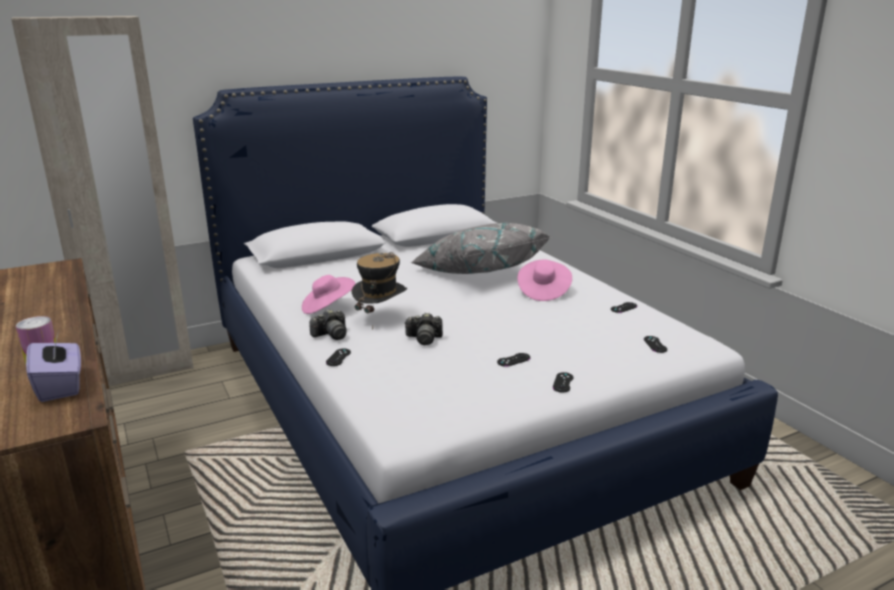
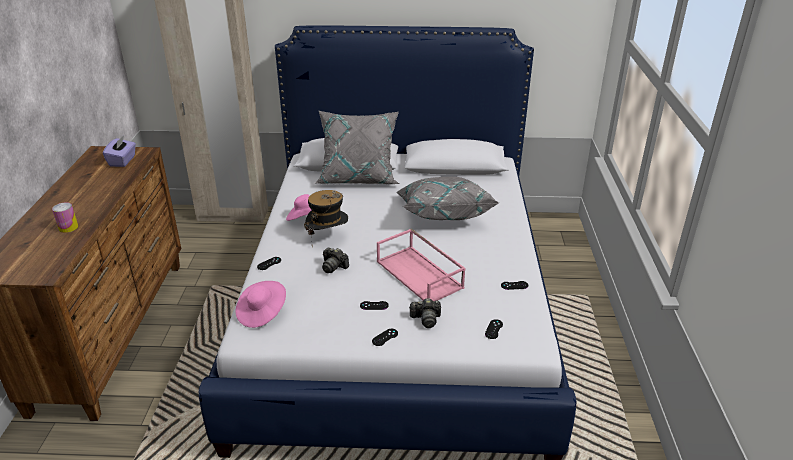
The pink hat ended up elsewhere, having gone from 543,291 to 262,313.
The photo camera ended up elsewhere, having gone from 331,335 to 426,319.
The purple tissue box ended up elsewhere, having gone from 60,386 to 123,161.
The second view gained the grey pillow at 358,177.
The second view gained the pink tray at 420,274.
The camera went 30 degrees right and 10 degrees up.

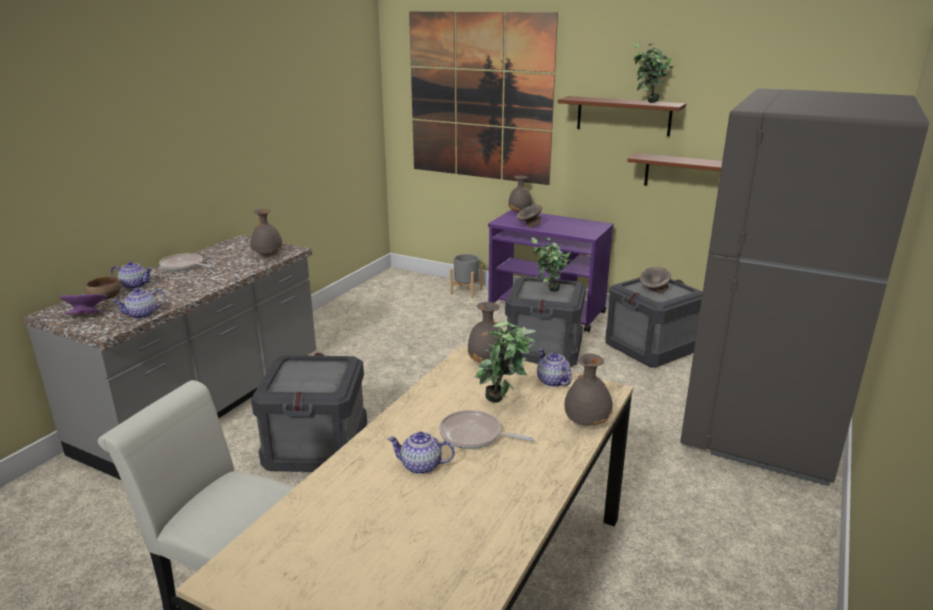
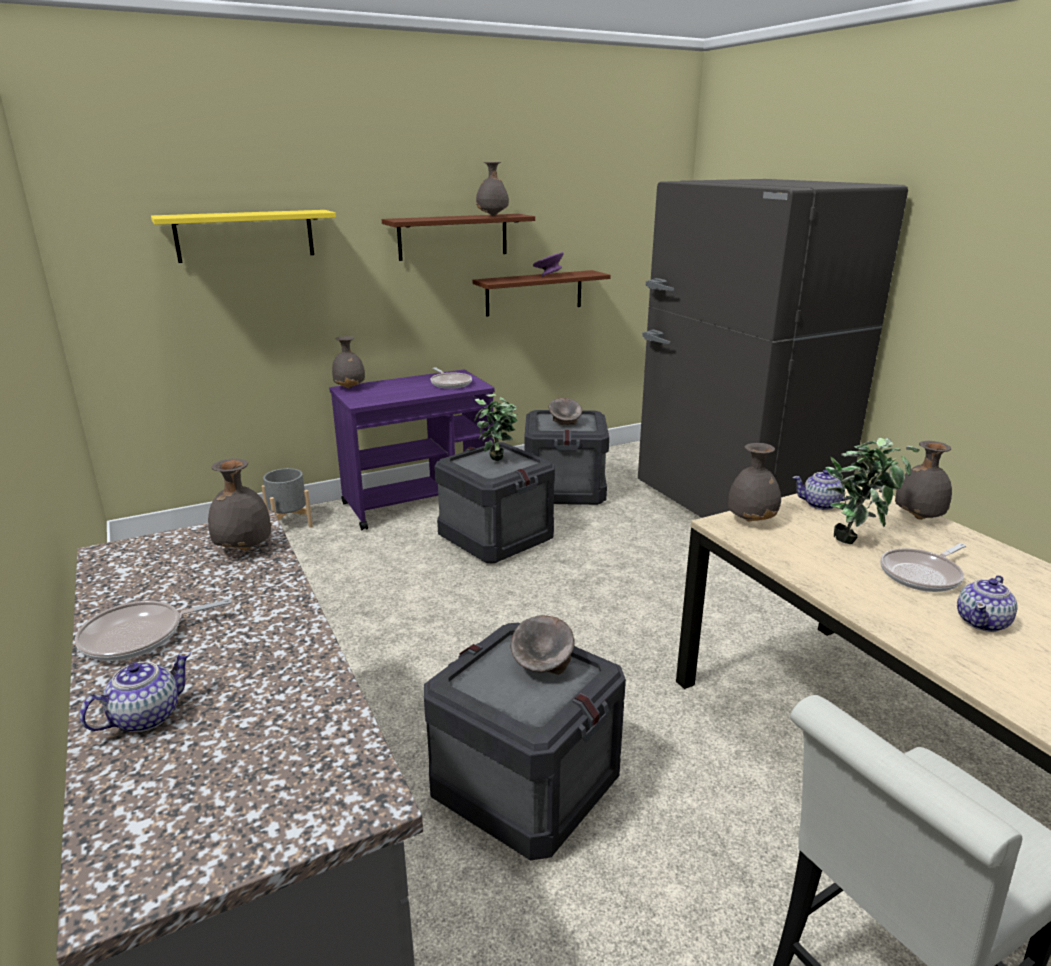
Where the picture hung at 479,98, the yellow shelf came to hang at 245,235.
Where the potted plant stood at 648,103, the grey vase came to stand at 492,216.
The grey bowl ended up elsewhere, having gone from 529,225 to 543,668.
The second view lost the brown bowl at 105,298.
The second view lost the teapot at 143,314.
The purple bowl ended up elsewhere, having gone from 87,315 to 548,275.
The second view gained the frying pan at 450,383.
The camera went 55 degrees left and 0 degrees up.

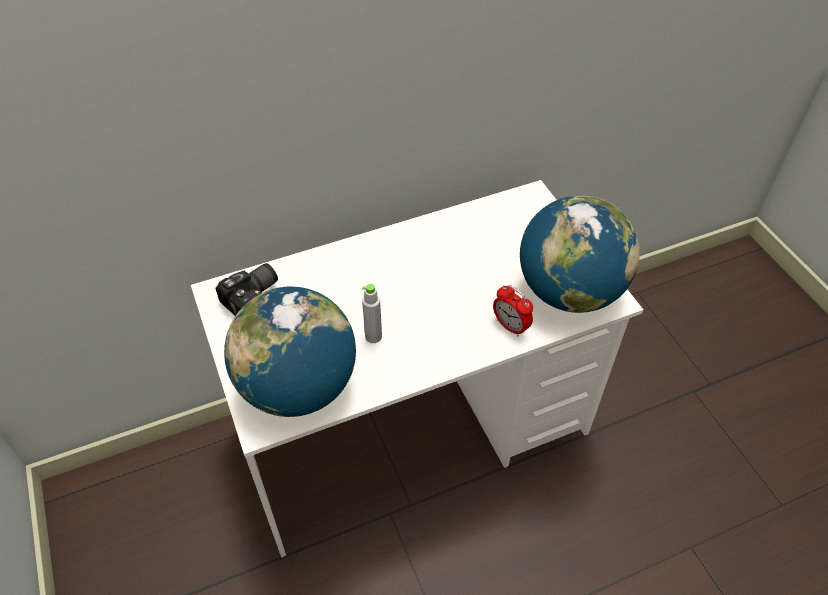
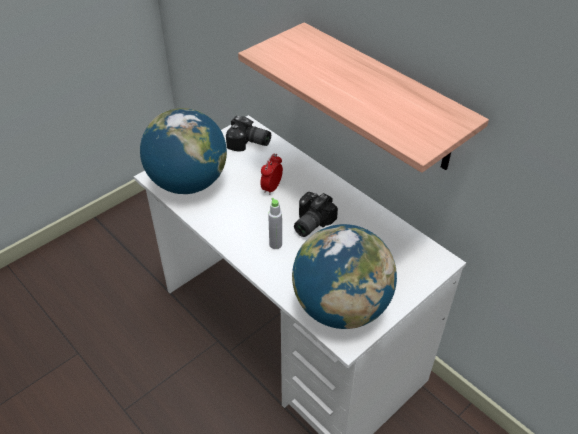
The grey bottle ended up elsewhere, having gone from 373,336 to 275,244.
The alarm clock ended up elsewhere, having gone from 510,326 to 271,188.
The second view gained the shelf at 383,98.
The second view gained the photo camera at 309,223.
The camera went 70 degrees right and 5 degrees down.

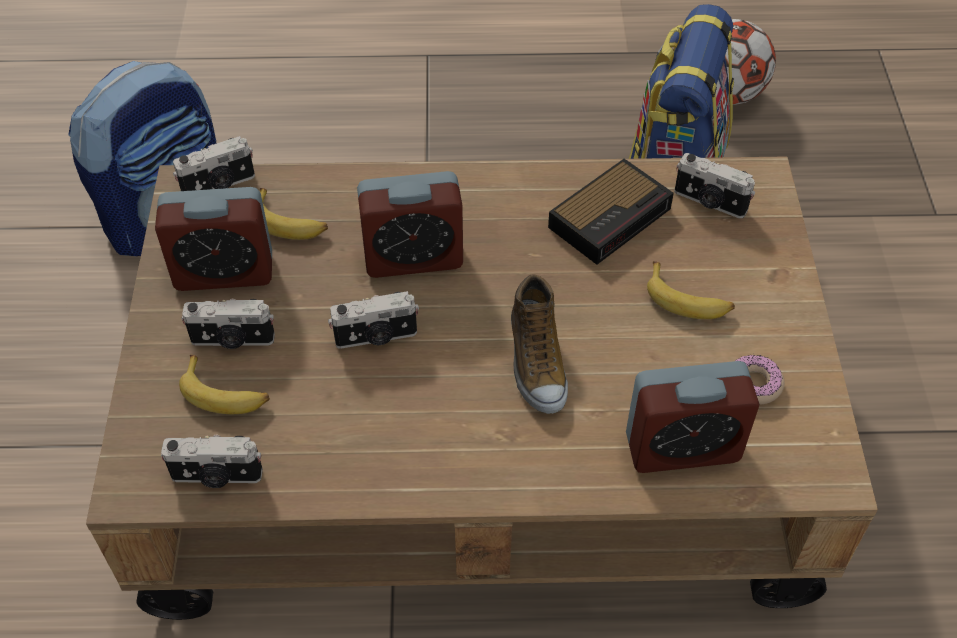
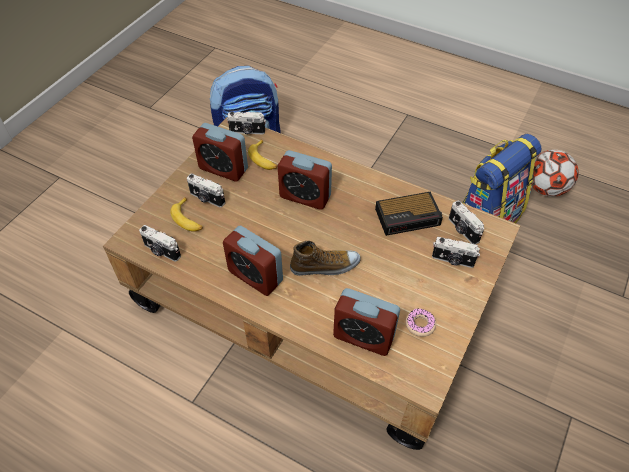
The second view lost the banana at 688,300.
The shoe at 536,362 ended up facing another way, 120 degrees counterclockwise from before.
The photo camera ended up elsewhere, having gone from 376,337 to 452,260.
The second view gained the alarm clock at 255,276.
The camera went 30 degrees right and 0 degrees up.

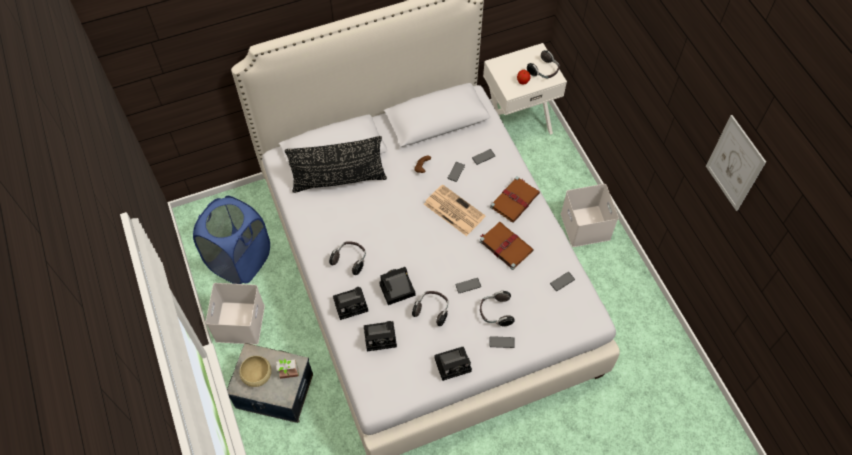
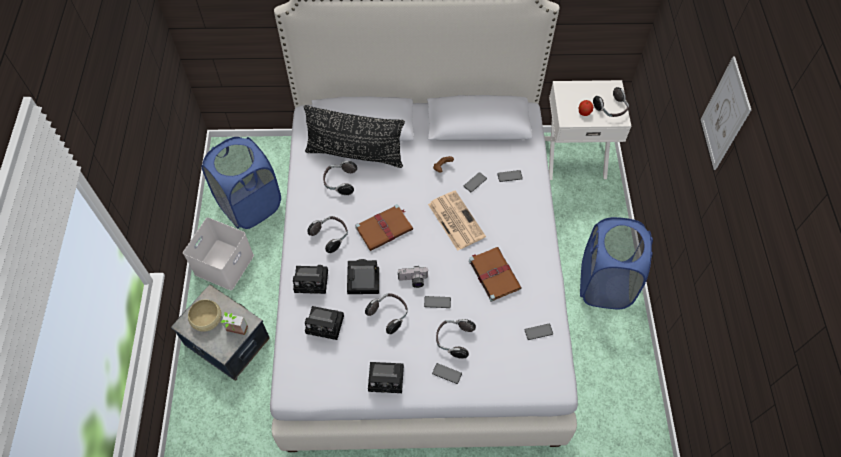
The picture ended up elsewhere, having gone from 735,163 to 725,114.
The brown book ended up elsewhere, having gone from 515,200 to 385,228.
Where the white storage box stood at 586,226, the blue laundry basket came to stand at 604,284.
The second view gained the headphones at 340,182.
The second view gained the photo camera at 413,281.
The camera went 20 degrees right and 0 degrees up.

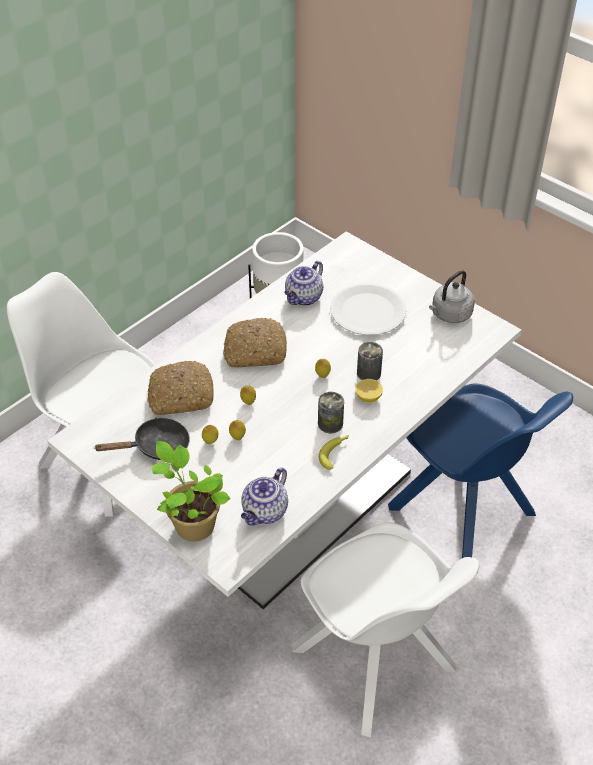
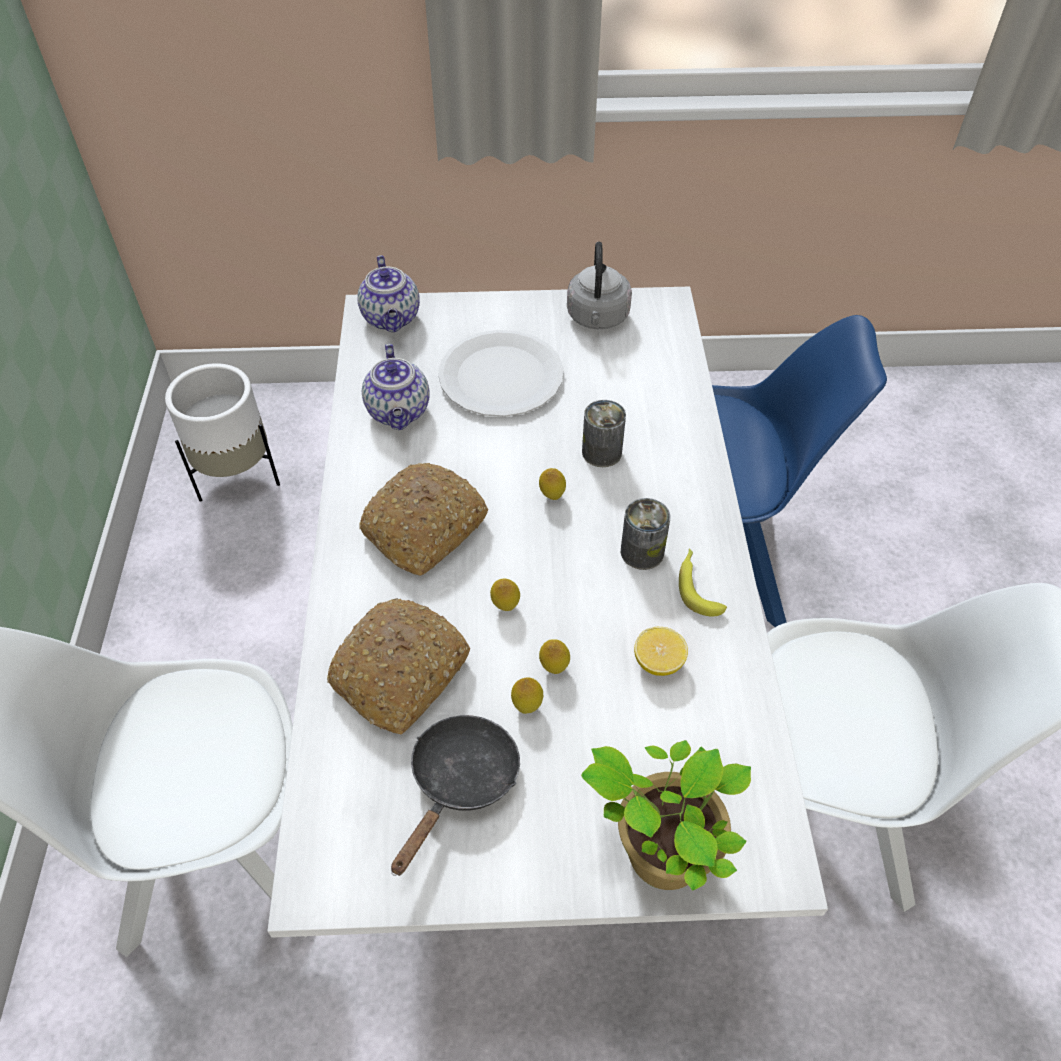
The lemon ended up elsewhere, having gone from 368,397 to 658,662.
The teapot ended up elsewhere, having gone from 265,512 to 392,319.
The camera went 45 degrees left and 5 degrees up.

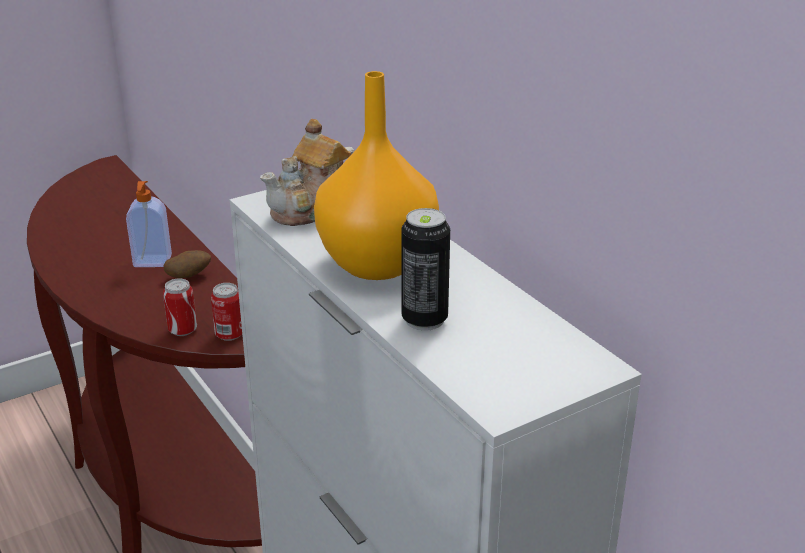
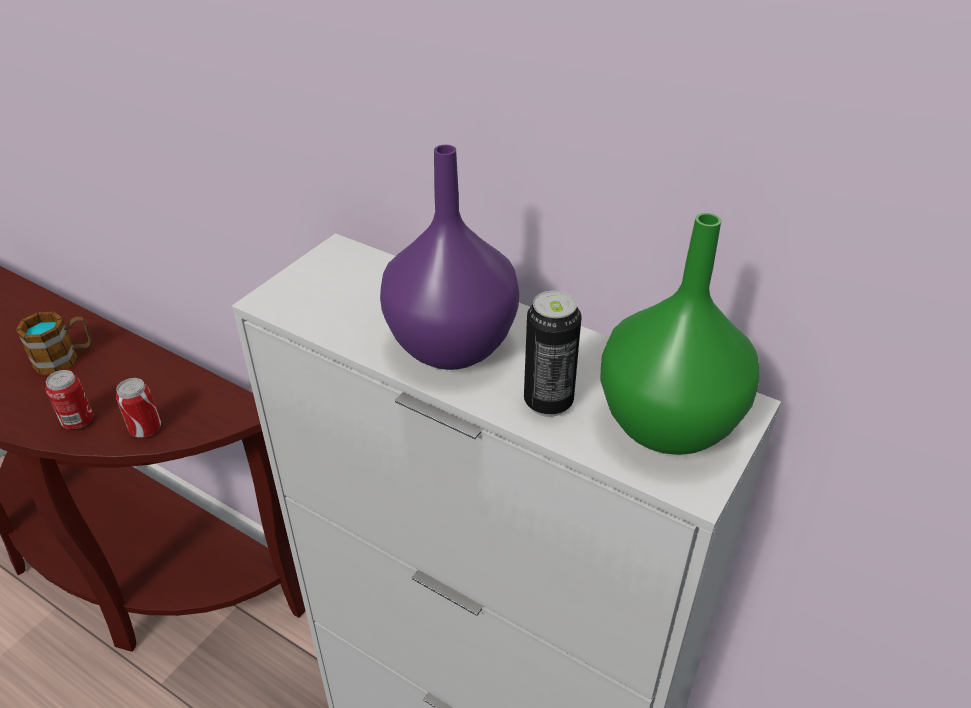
What was the orange vase at 375,265 turned into the purple vase at 451,348.
The second view lost the teapot at 313,210.
Where the soap dispenser stood at 152,262, the mug came to stand at 65,358.
The second view lost the potato at 189,276.
The can ended up elsewhere, having gone from 229,335 to 78,421.
The second view gained the green vase at 669,423.
The camera went 25 degrees left and 10 degrees up.

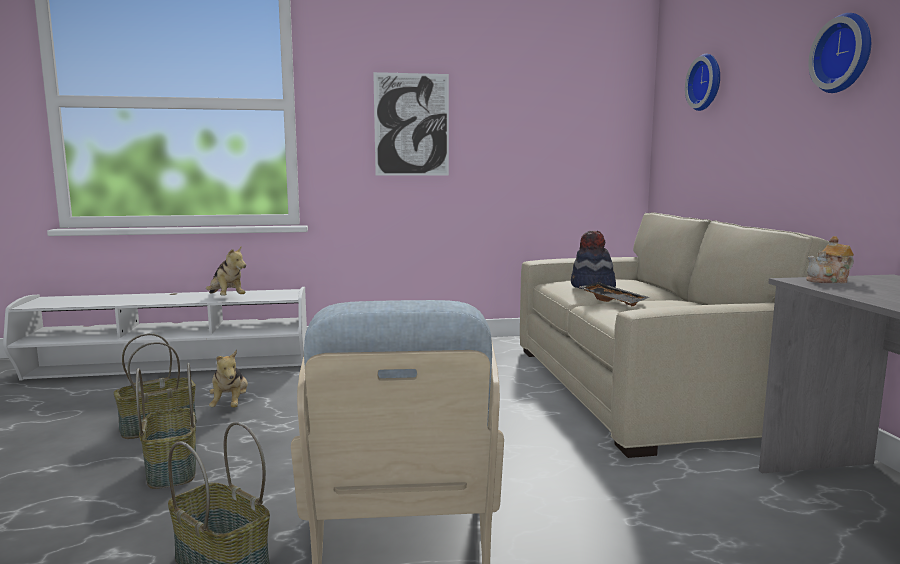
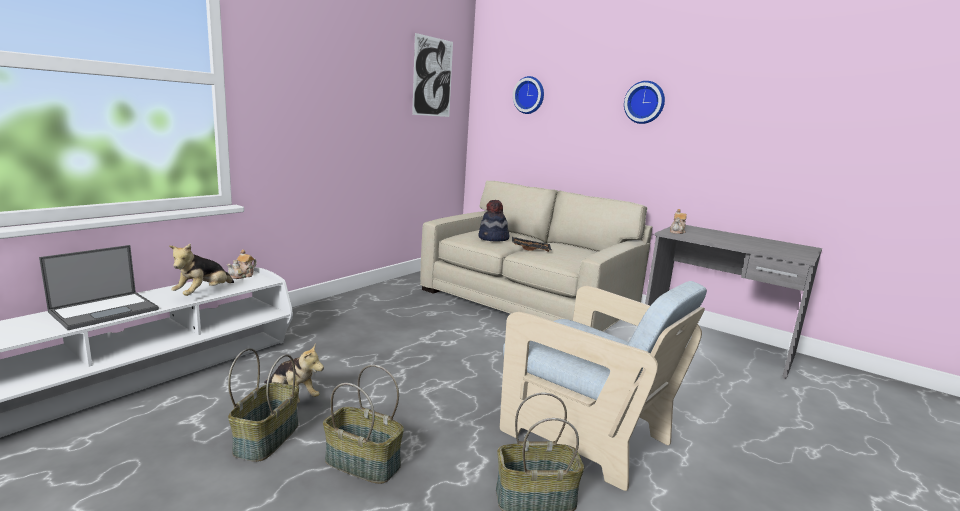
The picture ended up elsewhere, having gone from 412,125 to 433,77.
The plush toy at 226,298 ended up facing another way, 105 degrees clockwise from before.
The second view gained the laptop at 105,310.
The second view gained the teapot at 242,275.
The camera went 45 degrees left and 5 degrees up.

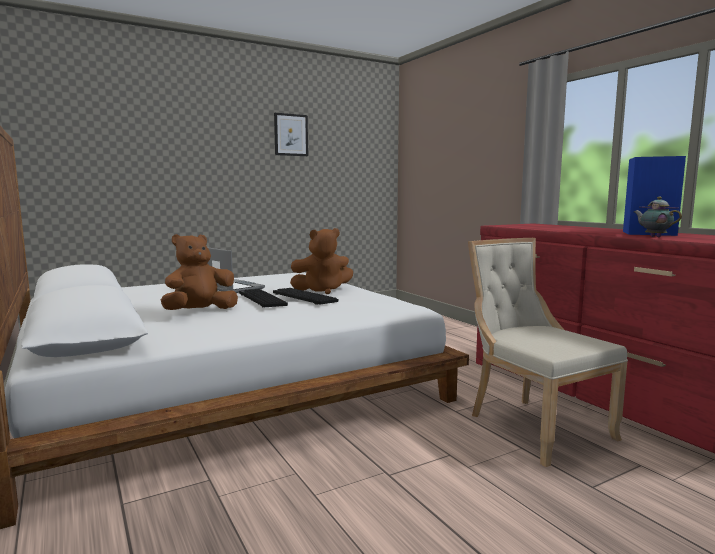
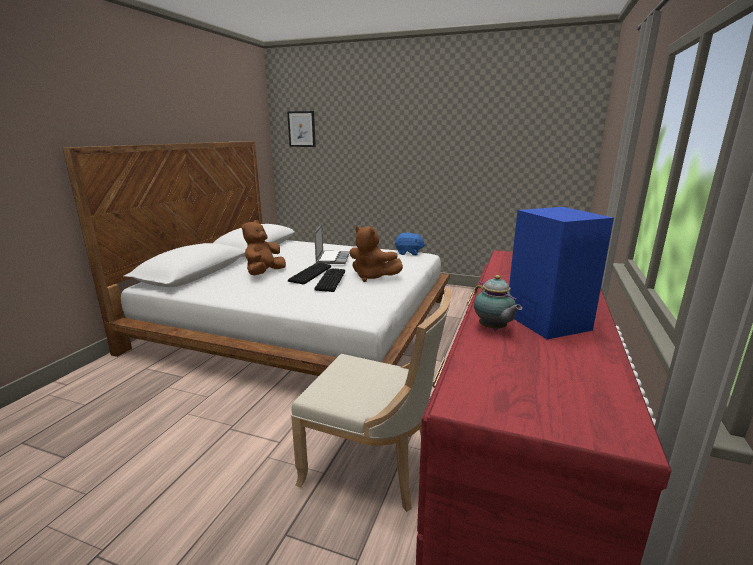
The picture ended up elsewhere, having gone from 291,135 to 301,129.
The teapot at 654,237 ended up facing another way, 135 degrees clockwise from before.
The brown plush toy at 200,312 ended up facing another way, 75 degrees counterclockwise from before.
The beige chair at 533,426 ended up facing another way, 90 degrees clockwise from before.
The second view gained the blue plush toy at 409,253.
The camera went 50 degrees right and 10 degrees up.

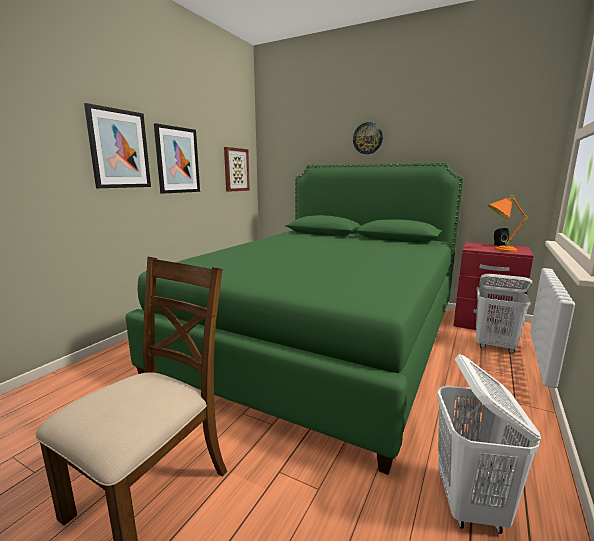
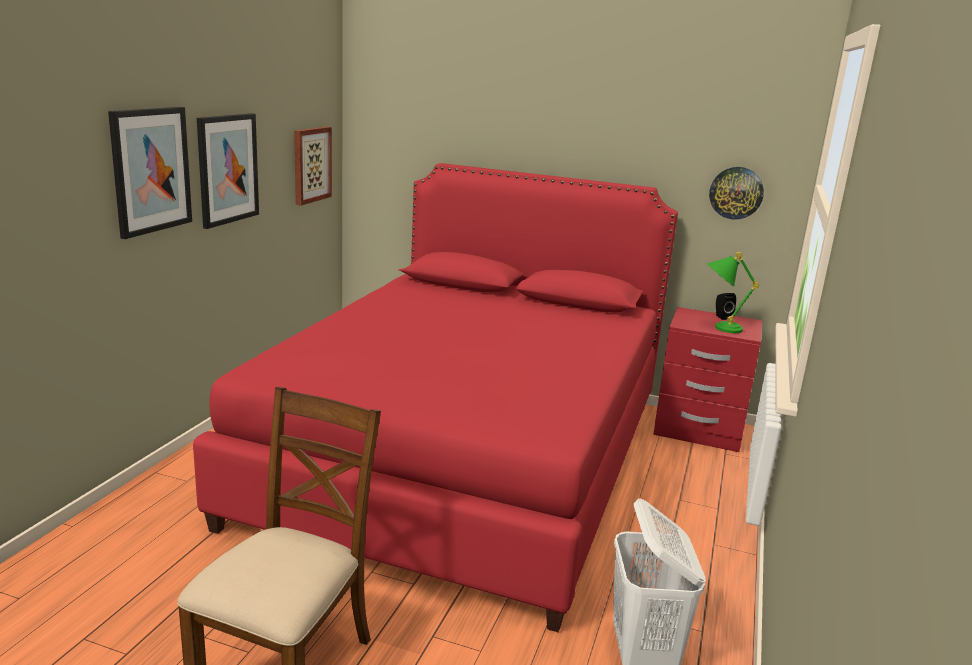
The wall clock ended up elsewhere, having gone from 368,138 to 736,193.
What was the green bed at 323,338 turned into the red bed at 465,458.
What was the orange table lamp at 498,250 turned into the green table lamp at 718,328.
The second view lost the white laundry basket at 495,346.
The camera went 10 degrees left and 5 degrees up.

